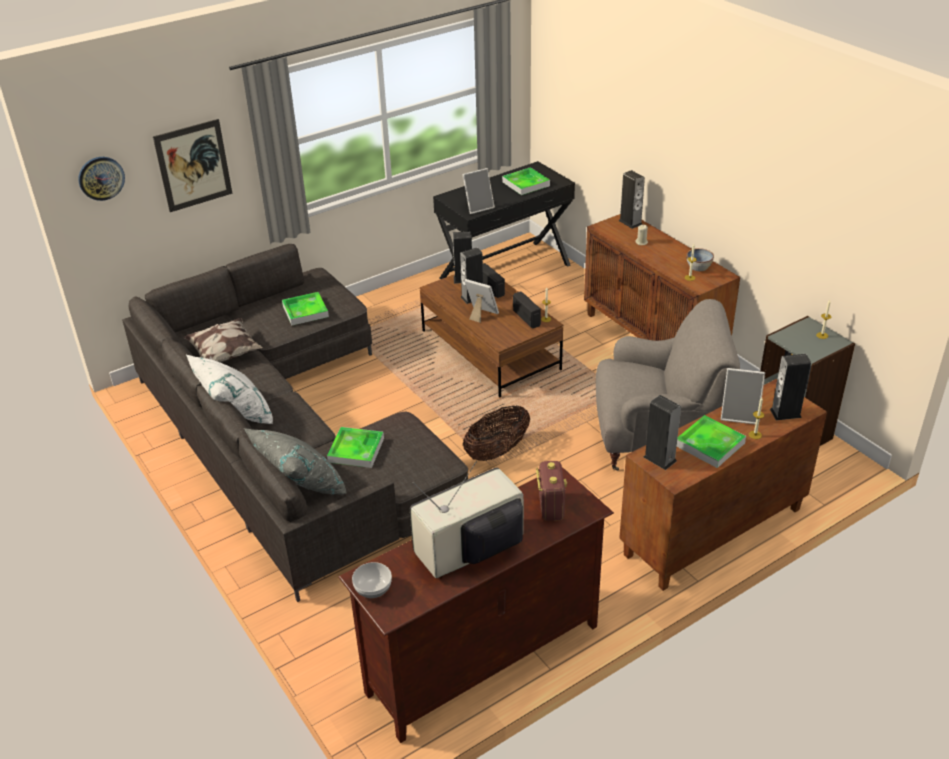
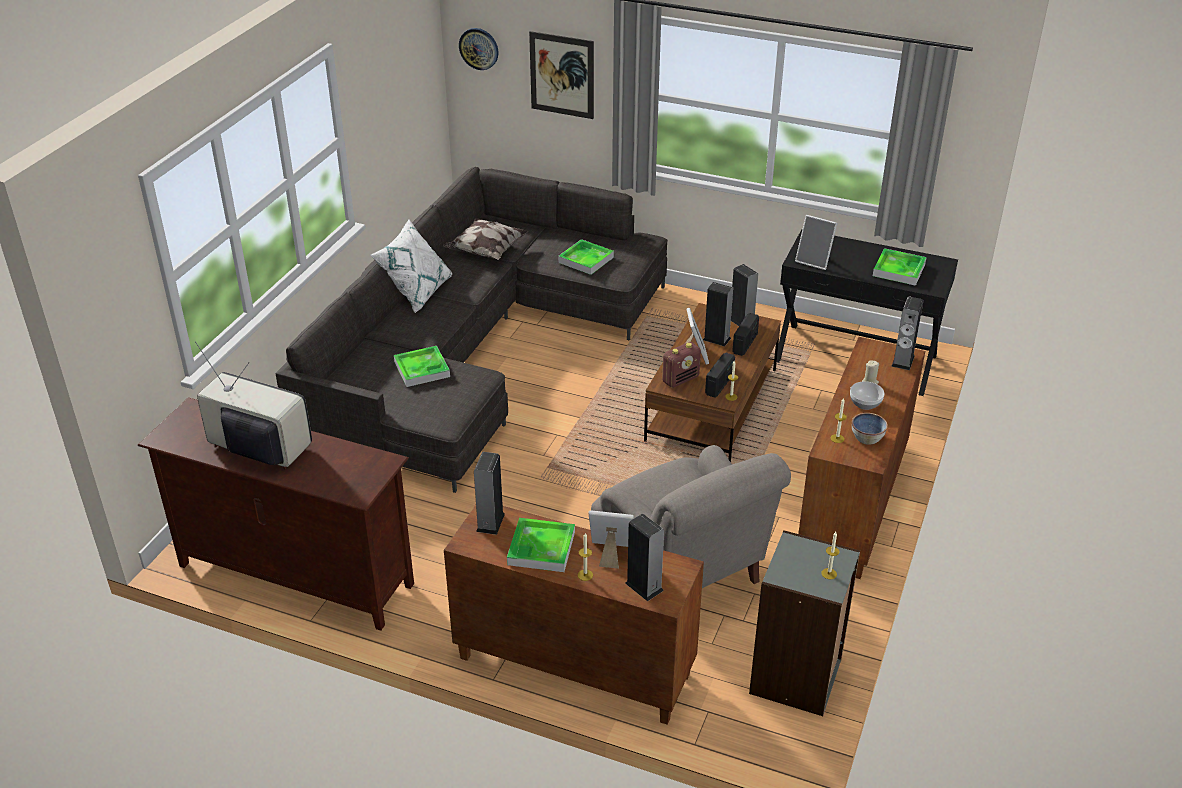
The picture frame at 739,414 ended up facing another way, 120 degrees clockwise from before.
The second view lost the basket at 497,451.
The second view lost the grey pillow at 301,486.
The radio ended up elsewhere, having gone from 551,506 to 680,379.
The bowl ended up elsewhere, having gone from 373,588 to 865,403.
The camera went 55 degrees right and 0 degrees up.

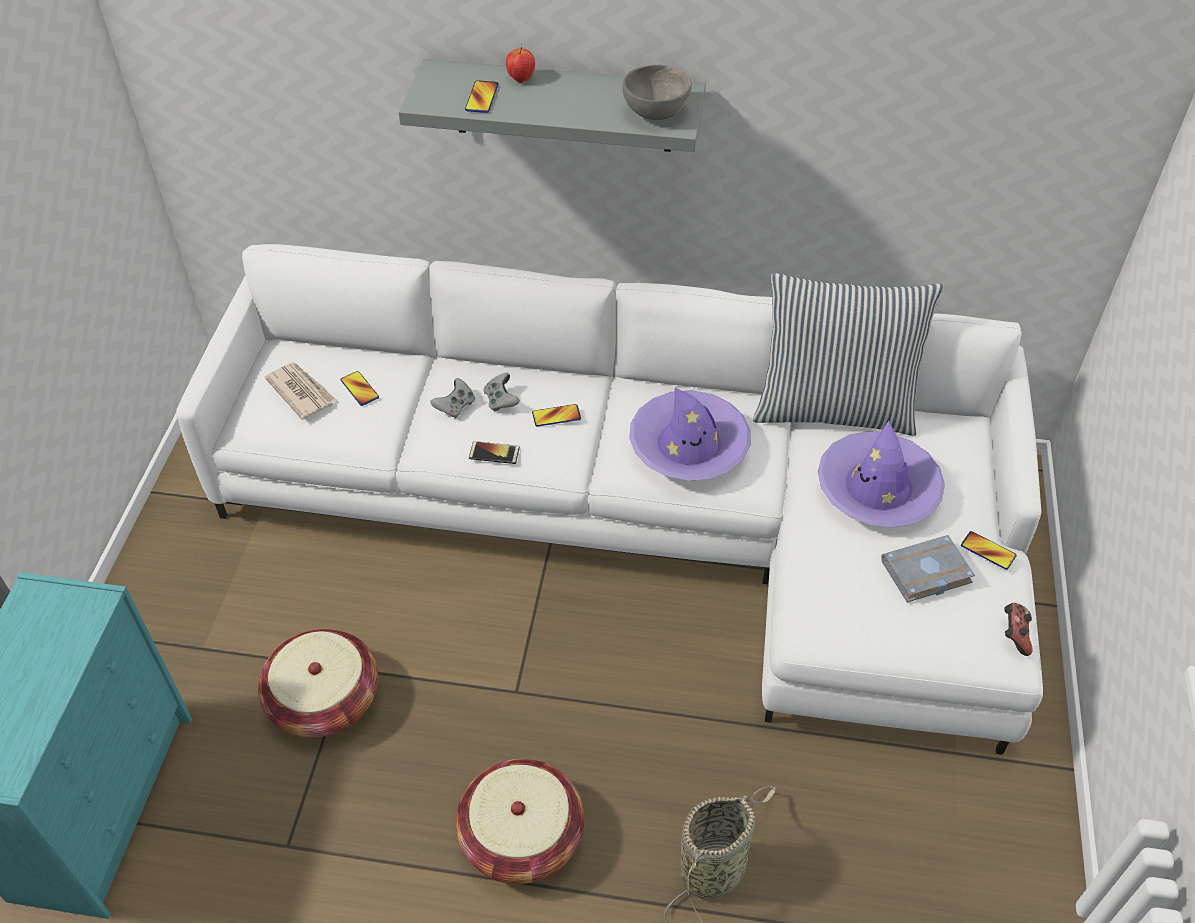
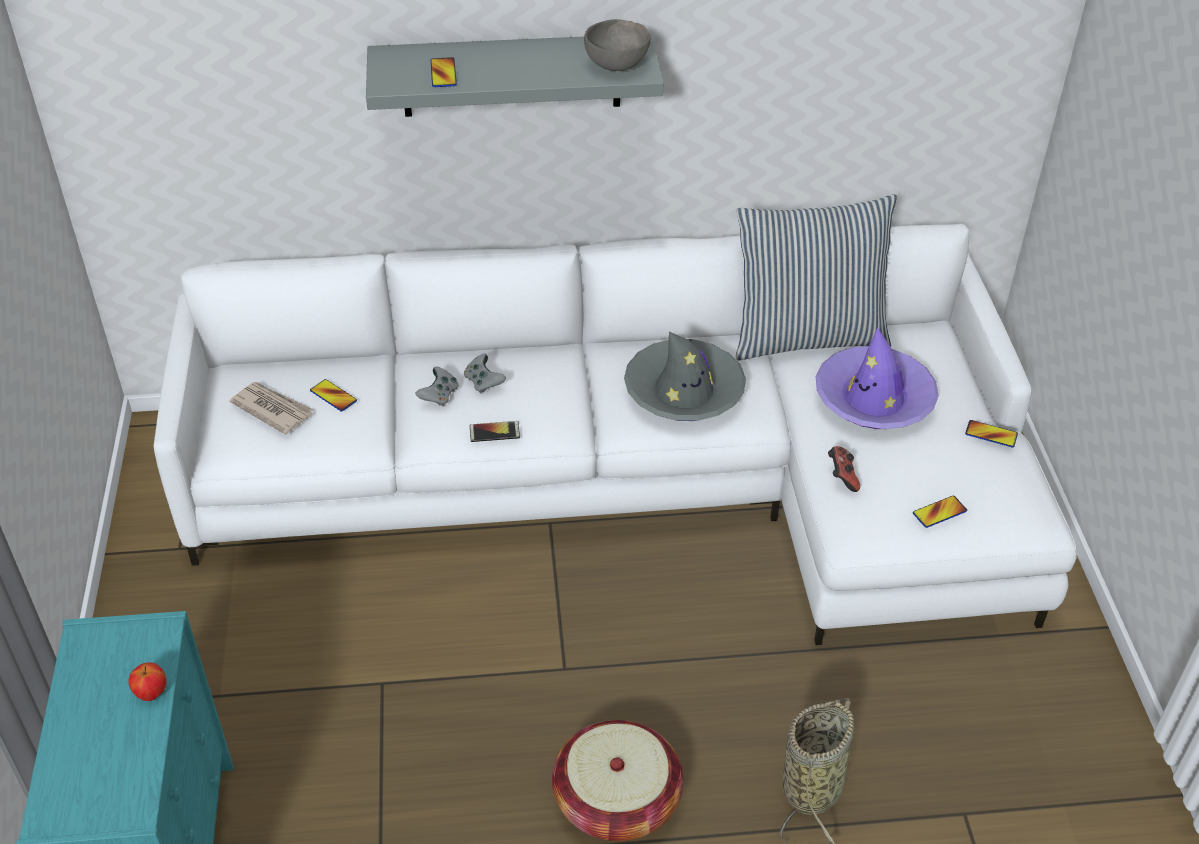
The apple ended up elsewhere, having gone from 521,79 to 152,693.
What was the purple hat at 689,445 turned into the grey hat at 684,391.
The phone ended up elsewhere, having gone from 556,416 to 939,512.
The second view lost the grey book at 925,574.
The game controller ended up elsewhere, having gone from 1014,635 to 841,477.
The second view lost the basket at 324,700.
The camera went 15 degrees left and 5 degrees down.

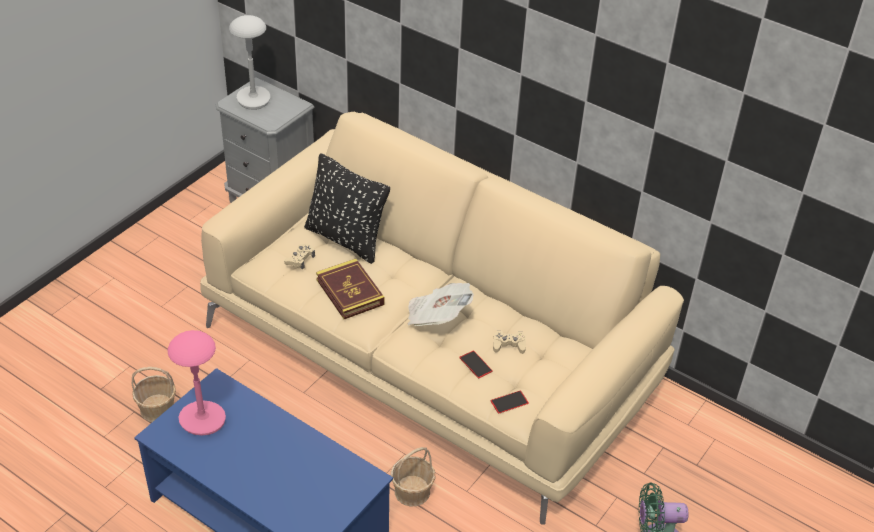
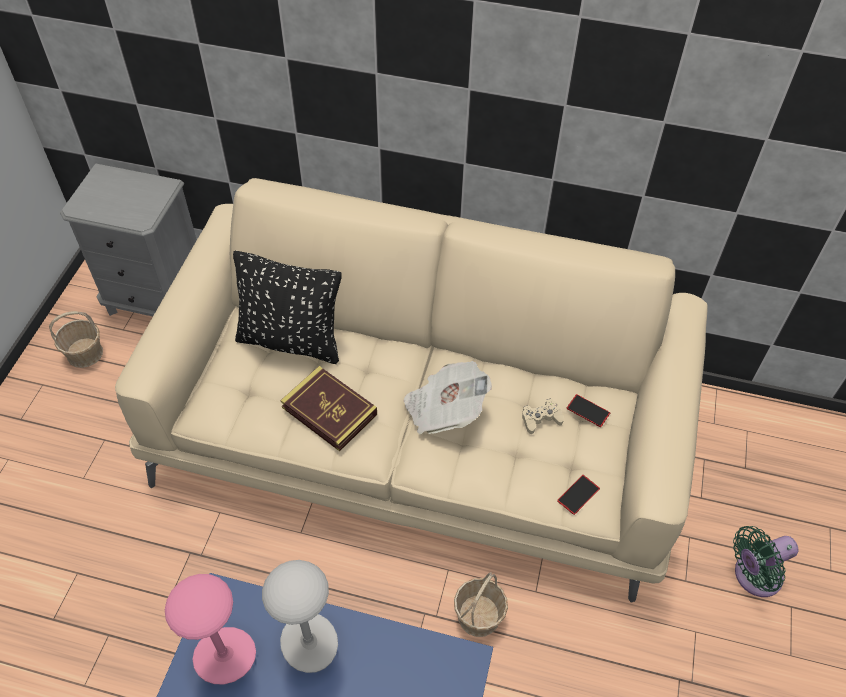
The grey table lamp ended up elsewhere, having gone from 254,99 to 310,643.
The second view lost the beige game controller at 300,259.
The phone ended up elsewhere, having gone from 475,364 to 588,410.
The basket ended up elsewhere, having gone from 157,409 to 85,353.
The camera went 20 degrees left and 10 degrees up.

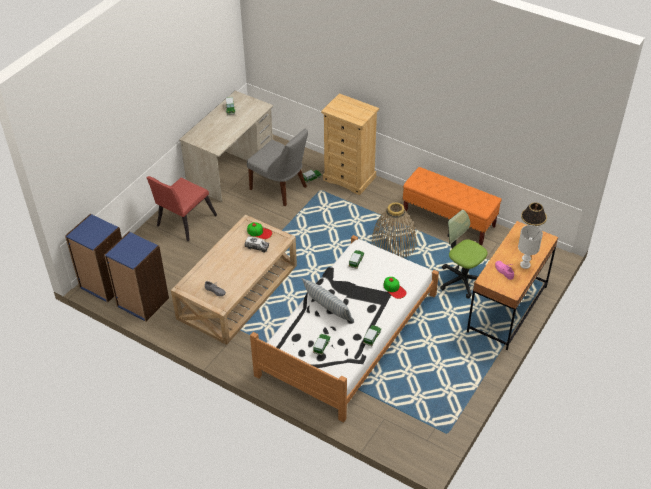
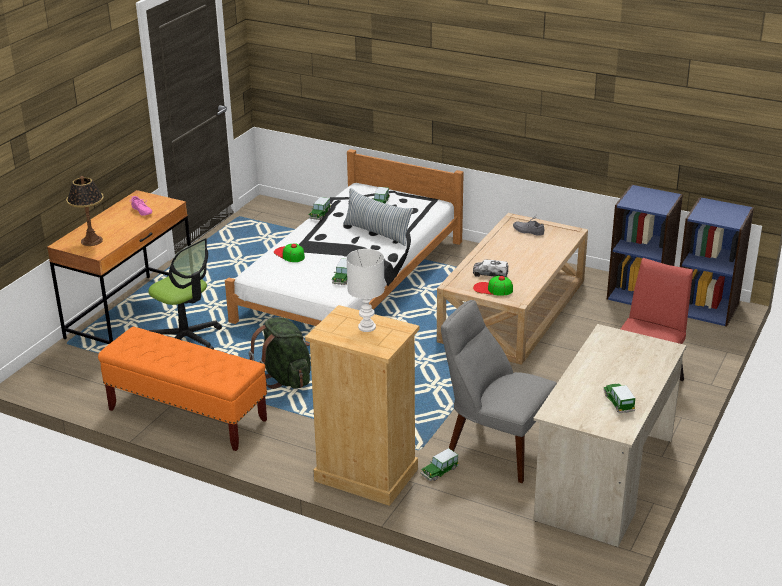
Where the basket stood at 394,243, the green backpack came to stand at 285,378.
The white table lamp ended up elsewhere, having gone from 525,265 to 366,327.
The camera went 175 degrees right and 15 degrees down.

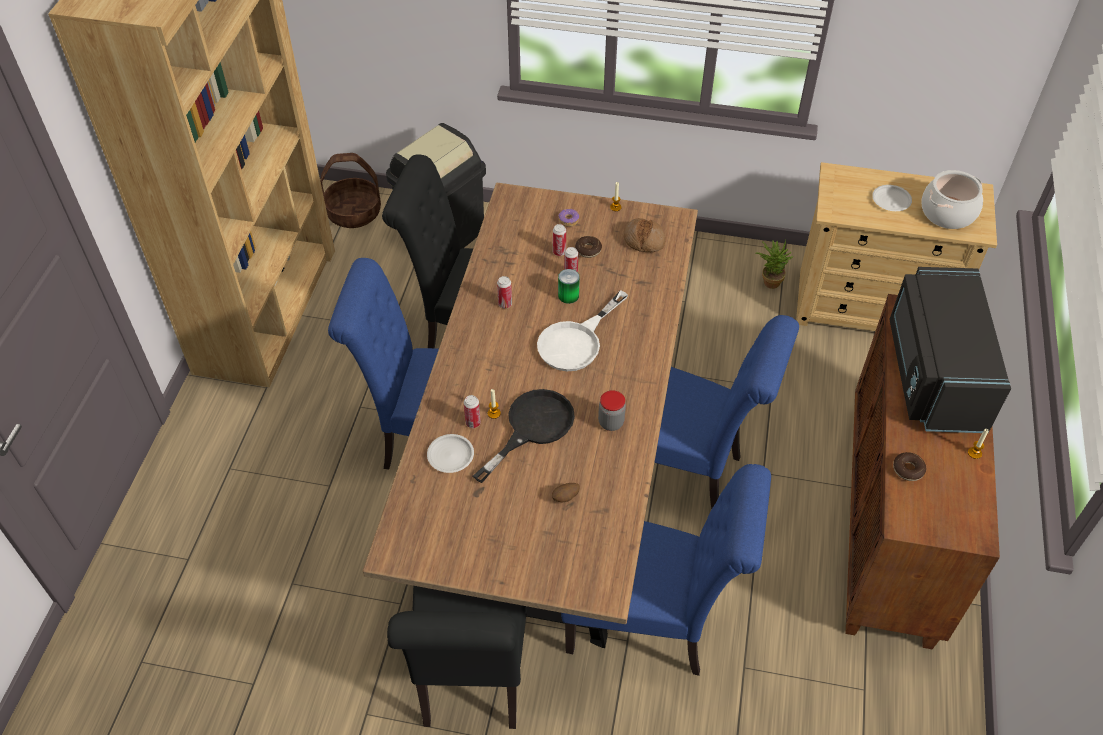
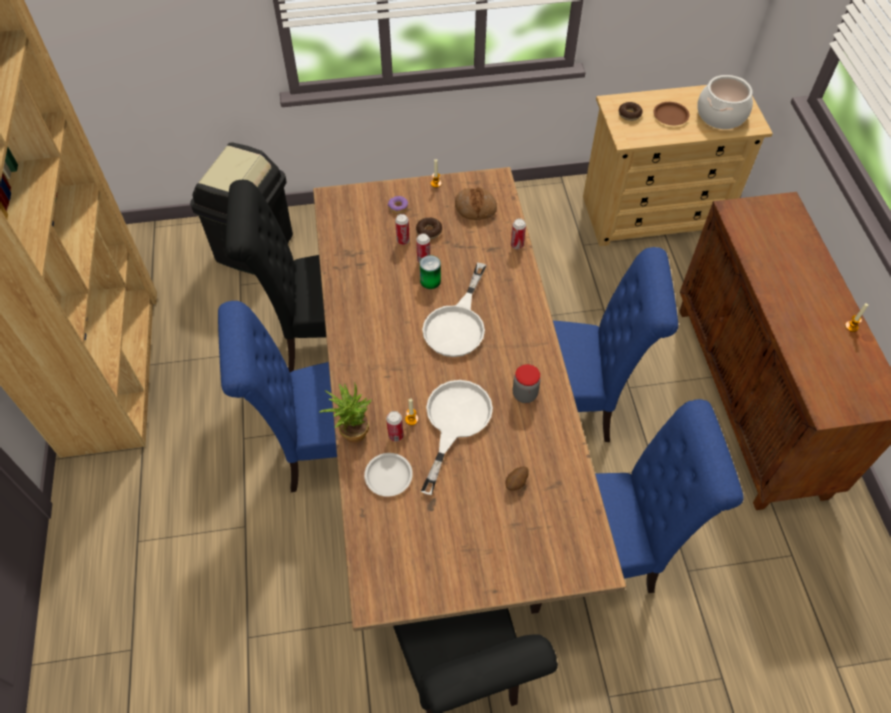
The second view lost the basket at 354,212.
What was the white plate at 891,200 turned into the brown plate at 670,116.
The potted plant ended up elsewhere, having gone from 769,280 to 351,431.
The second view lost the black microwave at 933,374.
The can ended up elsewhere, having gone from 505,304 to 517,245.
What was the black frying pan at 532,428 turned into the white frying pan at 454,422.
The donut ended up elsewhere, having gone from 908,470 to 629,114.
The camera went 20 degrees left and 5 degrees up.

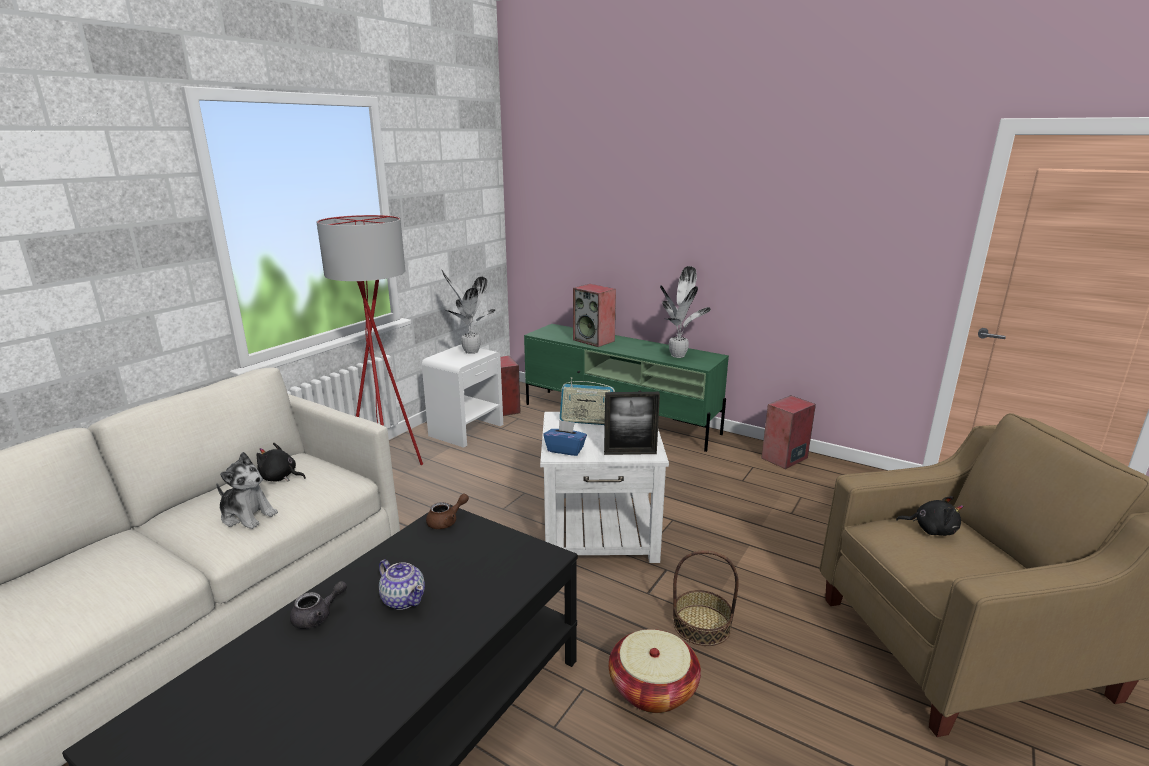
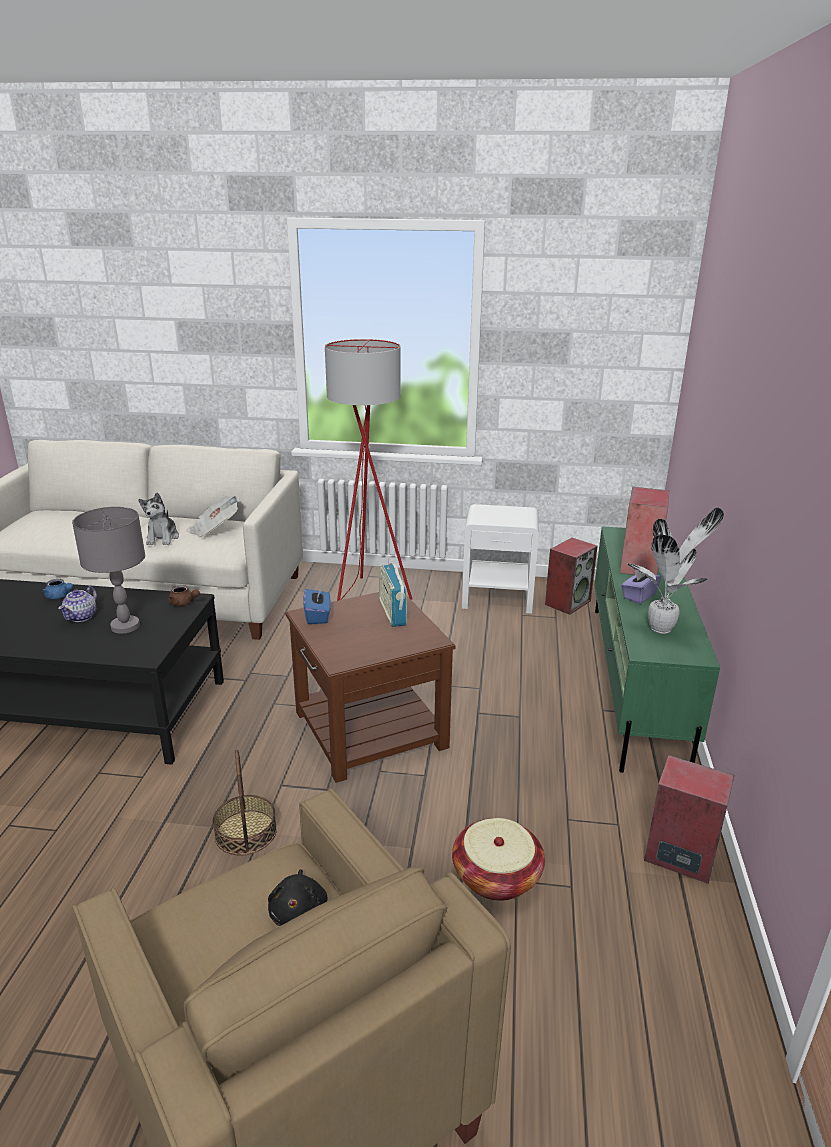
The second view lost the potted plant at 470,351.
The second view lost the picture frame at 630,453.
What was the white side table at 600,530 turned into the brown side table at 369,729.
Where the black plush toy stood at 280,477, the newspaper came to stand at 214,529.
What was the grey teapot at 318,616 turned into the blue teapot at 60,596.
The basket ended up elsewhere, having gone from 653,688 to 496,876.
The second view gained the grey table lamp at 125,626.
The second view gained the purple tissue box at 638,596.
The camera went 65 degrees right and 5 degrees up.

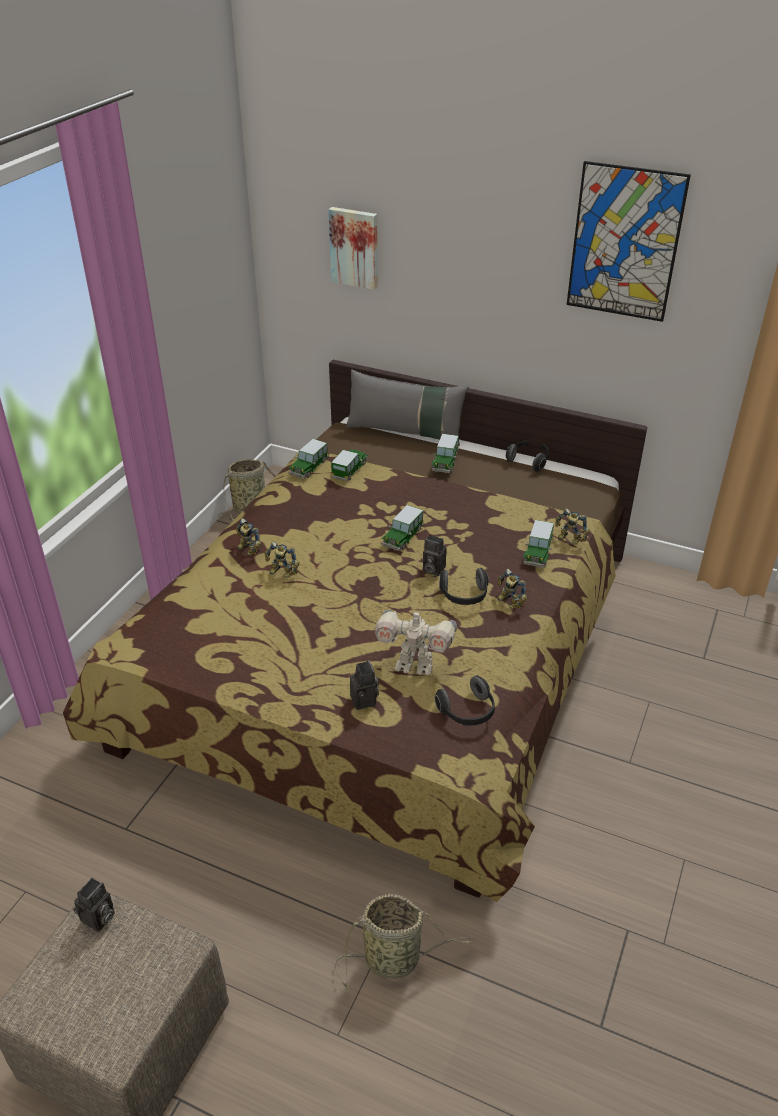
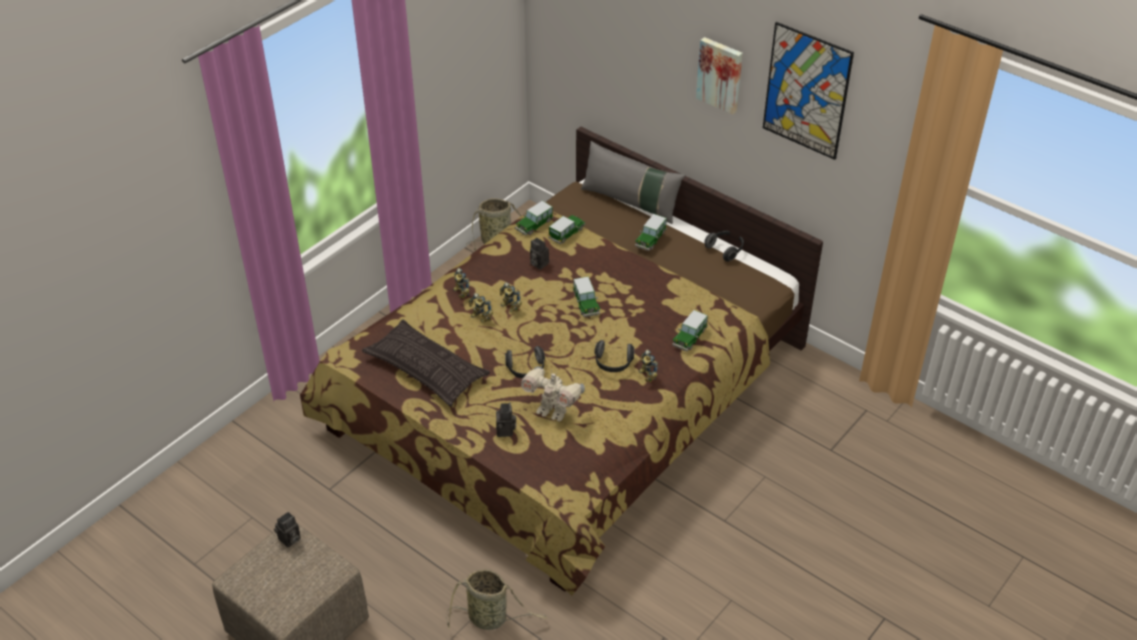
The picture ended up elsewhere, having gone from 355,247 to 720,74.
The toy car at 402,537 ended up facing another way, 60 degrees counterclockwise from before.
The toy robot ended up elsewhere, having gone from 569,539 to 509,307.
The photo camera ended up elsewhere, having gone from 432,569 to 538,263.
The headphones ended up elsewhere, having gone from 467,712 to 526,370.
The second view gained the pillow at 426,369.
The camera went 15 degrees right and 5 degrees up.

